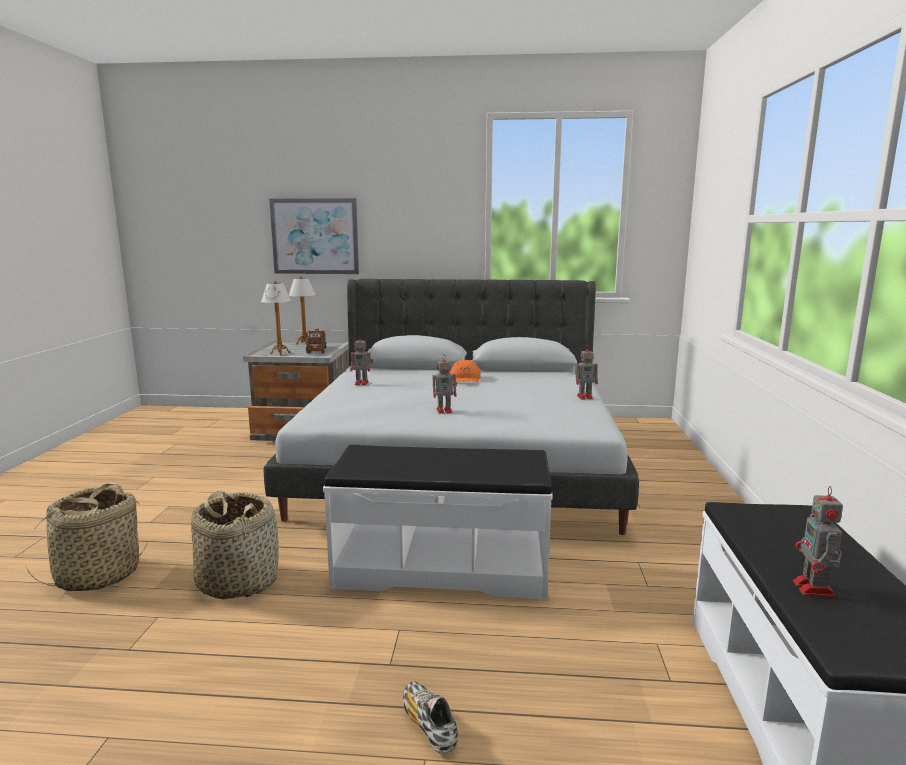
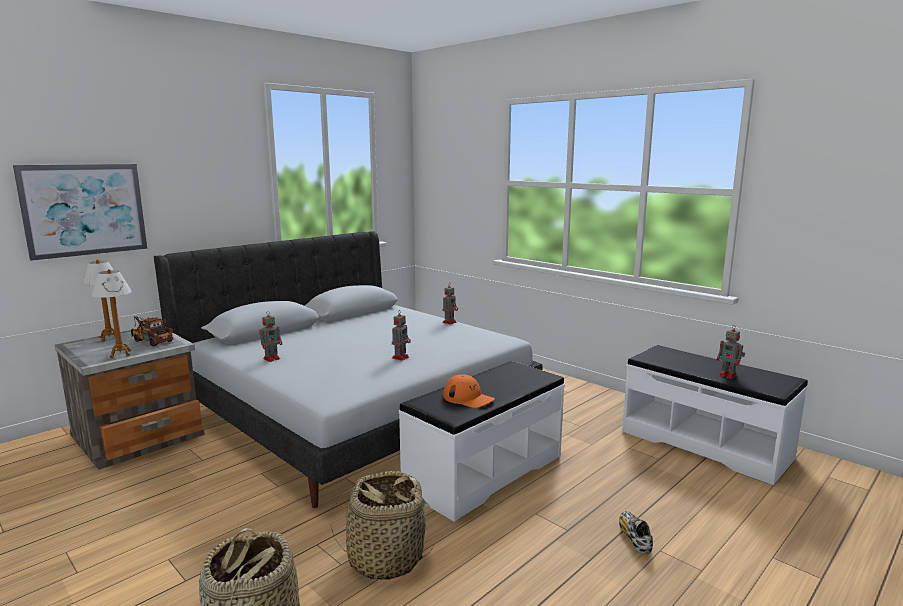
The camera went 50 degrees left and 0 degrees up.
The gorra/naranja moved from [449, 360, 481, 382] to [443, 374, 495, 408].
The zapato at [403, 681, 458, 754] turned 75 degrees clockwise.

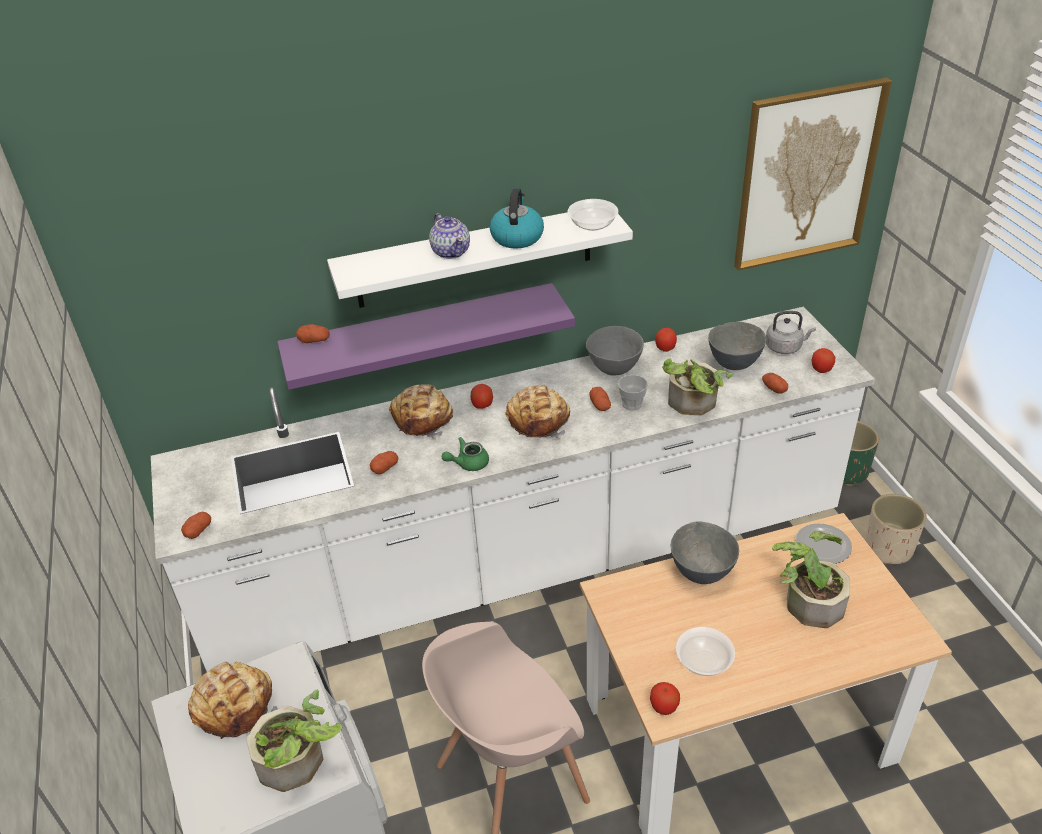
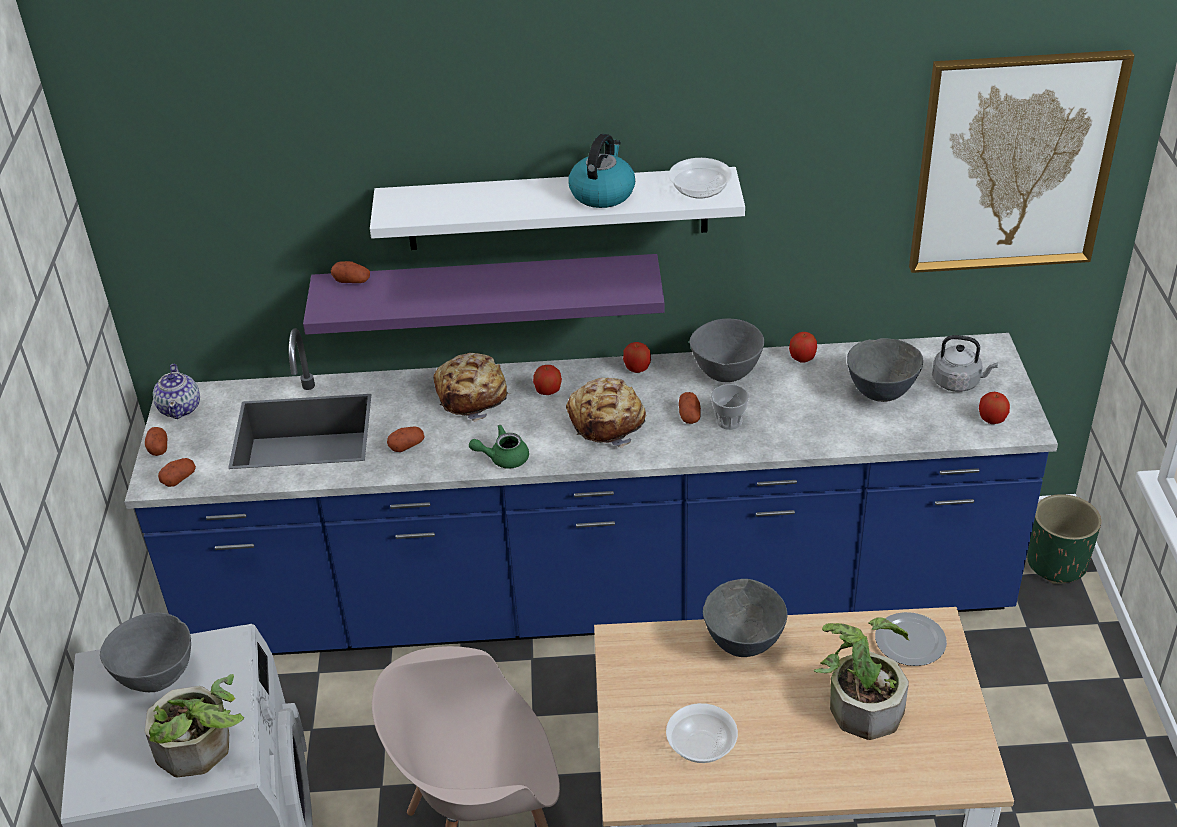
The camera went 15 degrees right and 0 degrees up.
The tetera moved from [429, 213, 470, 259] to [153, 364, 200, 419].
The mueble bajo de cocina/blanco at [151, 307, 875, 672] became the mueble bajo de cocina/azul at [125, 328, 1058, 655].
The planta en maceta at [662, 358, 734, 415] disappeared.
The patata moved from [762, 373, 788, 394] to [145, 427, 167, 456].
The maceta/beis at [865, 494, 927, 564] disappeared.
The pan at [188, 662, 278, 739] was replaced by the cuenco/gris at [100, 613, 191, 692].
The manzana moved from [650, 682, 680, 715] to [623, 342, 651, 373].

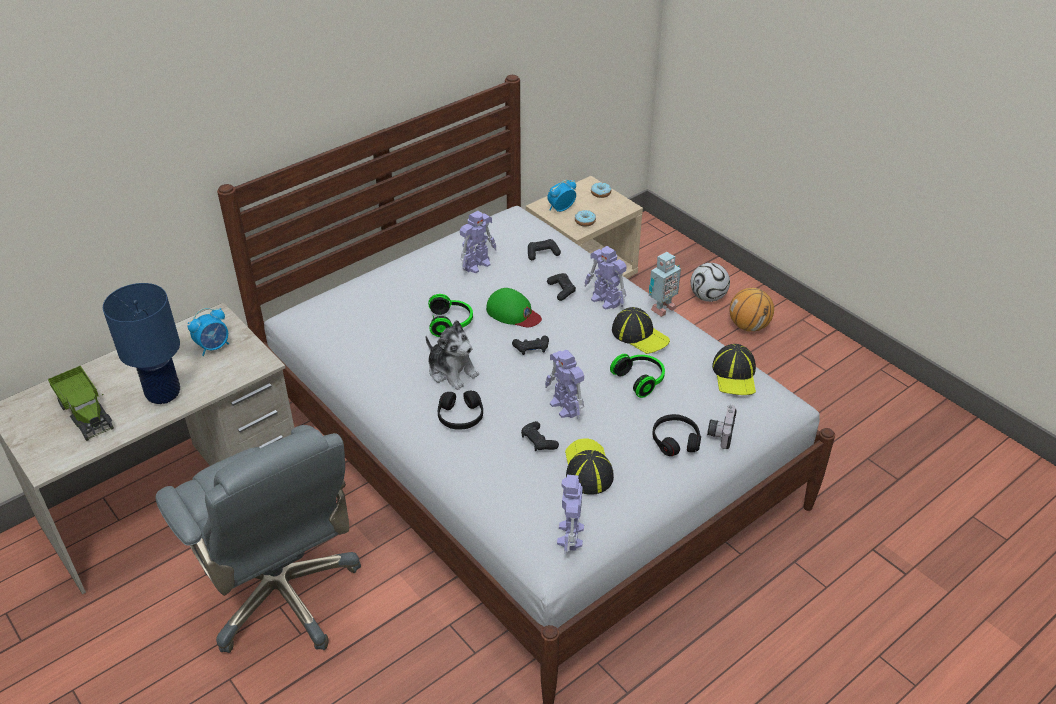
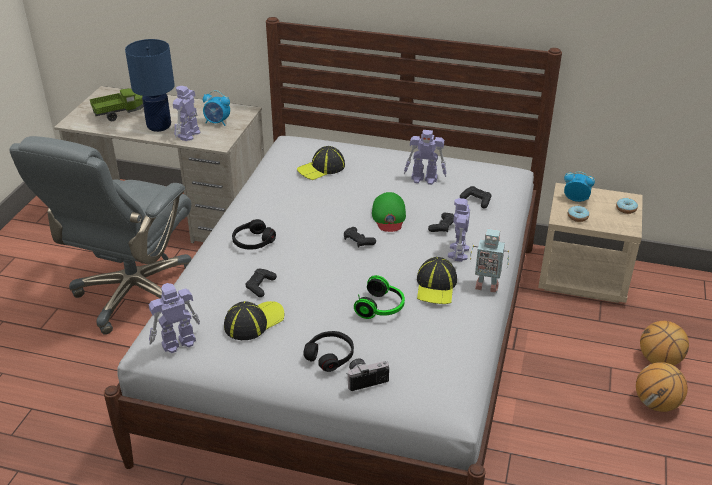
The camera went 55 degrees right and 5 degrees down.
The balón de fútbol at [690, 263, 730, 302] was replaced by the balón de baloncesto at [640, 321, 689, 366].
The auriculares at [428, 294, 473, 337] disappeared.
The peluche at [425, 320, 479, 390] disappeared.
The gorra moved from [712, 344, 756, 395] to [297, 146, 345, 180].
The robot de juguete moved from [545, 350, 584, 419] to [173, 86, 201, 141].
The camión de juguete at [48, 366, 114, 441] turned 135 degrees counterclockwise.

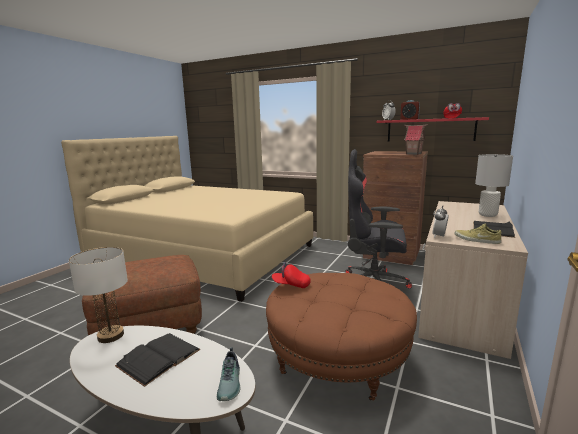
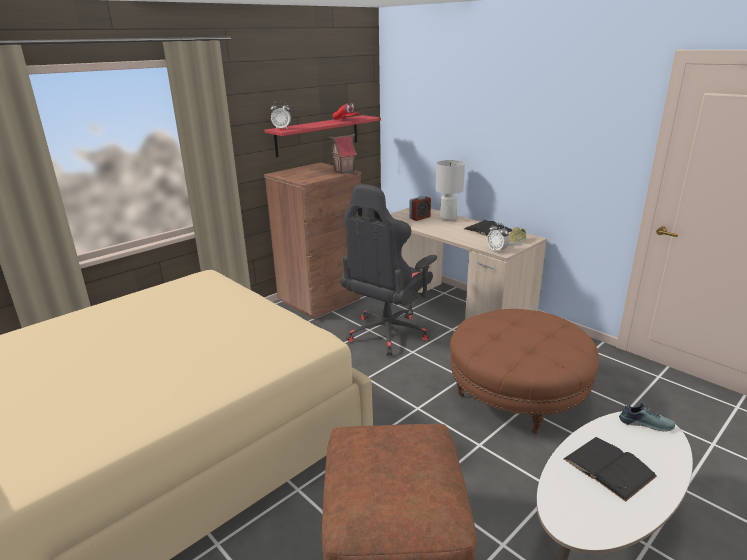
The camera went 70 degrees left and 10 degrees up.
The despertador moved from [400, 100, 420, 120] to [409, 196, 431, 221].
The lámpara de mesa at [69, 247, 128, 343] disappeared.
The gorra/rojo at [272, 262, 311, 288] disappeared.

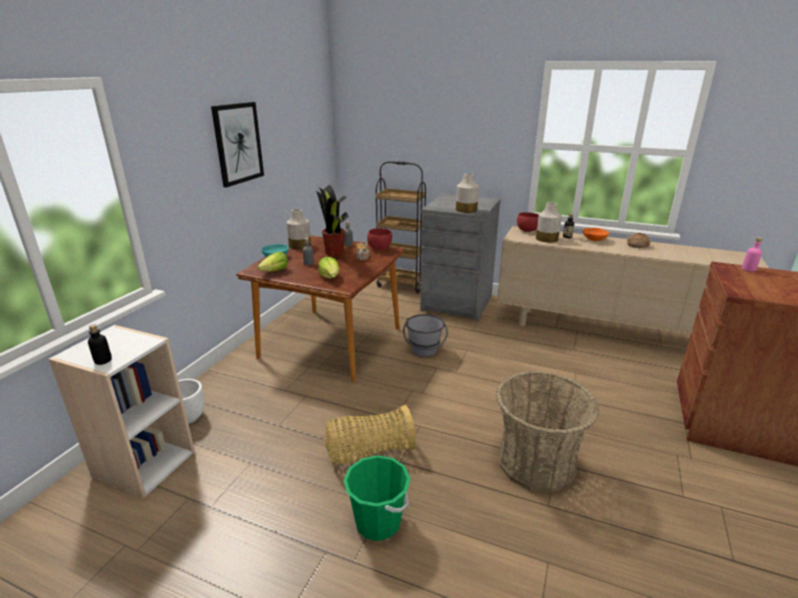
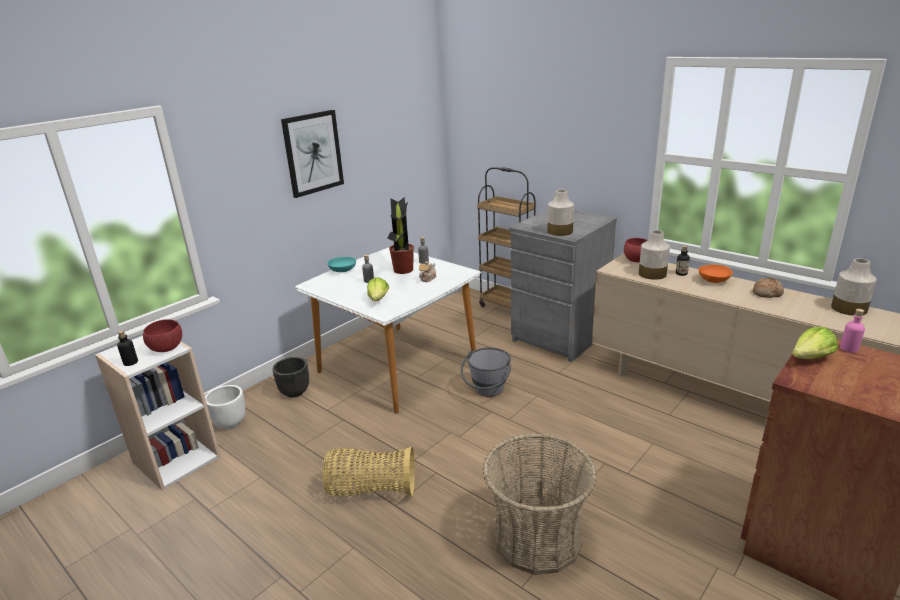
The camera went 20 degrees right and 0 degrees up.
The florero/beis moved from [286, 209, 311, 249] to [831, 258, 877, 316].
The cuenco/rojo moved from [367, 228, 392, 250] to [143, 319, 182, 352].
The mesa de comedor/marrón at [236, 235, 405, 382] became the mesa de comedor/blanco at [295, 247, 481, 413].
The lechuga moved from [257, 252, 288, 272] to [792, 327, 838, 359].
The cubo/verde at [343, 455, 410, 541] disappeared.
The maceta/negro at [272, 357, 309, 397] appeared.

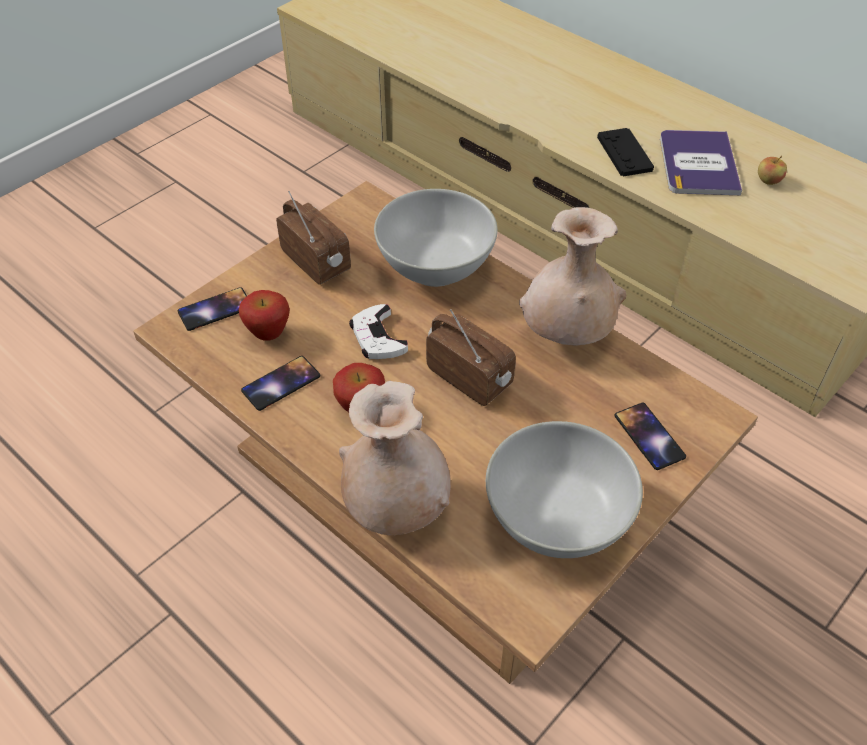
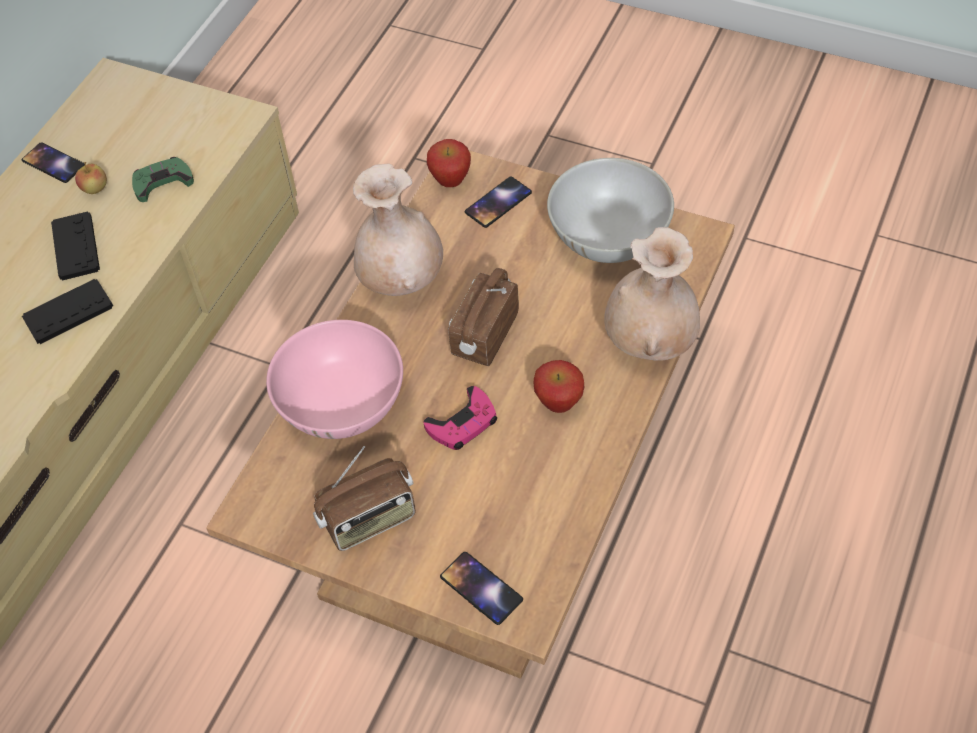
The camera went 105 degrees left and 5 degrees up.
The libro at [660, 130, 742, 196] was replaced by the mando de consola/negro at [51, 211, 100, 281].
The cuenco/blanco at [374, 189, 498, 287] became the cuenco/rosa at [266, 320, 403, 439].
The radio at [276, 191, 351, 285] turned 150 degrees counterclockwise.
The manzana moved from [239, 290, 290, 341] to [427, 139, 471, 187].
The mando de consola/blanco at [349, 304, 408, 359] became the mando de consola/rosa at [423, 386, 497, 450].
The móvil moved from [241, 356, 320, 411] to [22, 142, 85, 183].
The mando de consola/verde at [132, 157, 194, 202] appeared.

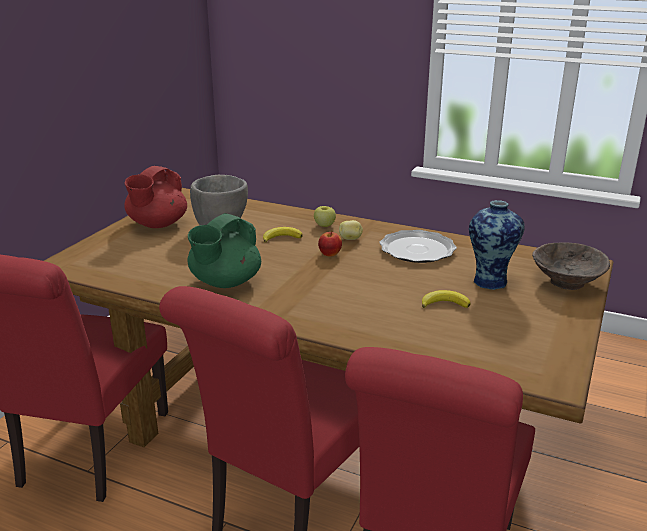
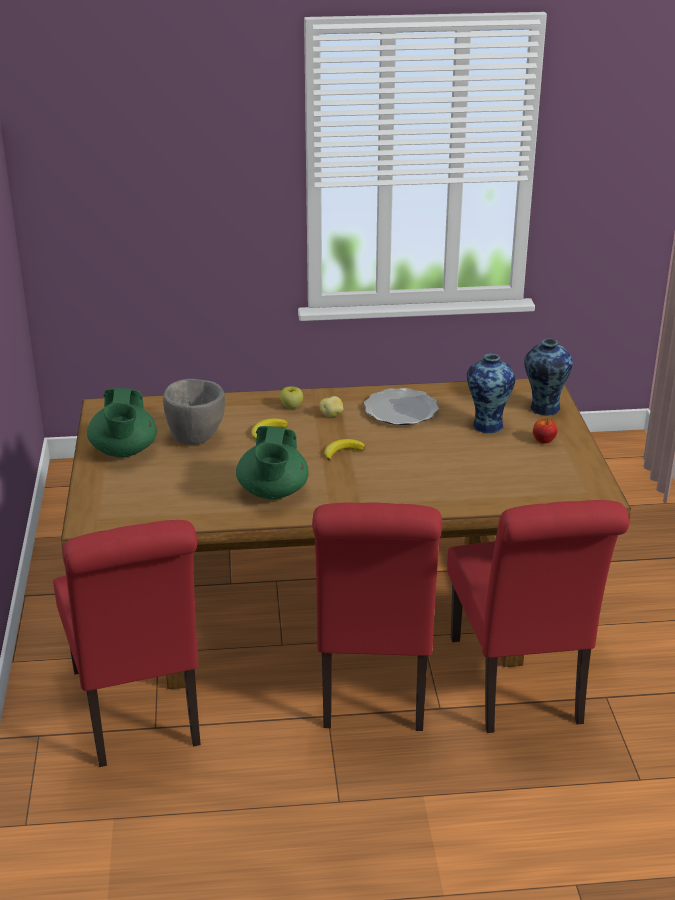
The camera went 30 degrees left and 5 degrees up.
The tetera/rojo at [124, 166, 187, 228] became the tetera/verde at [87, 388, 157, 457].
The manzana moved from [318, 231, 342, 257] to [533, 418, 558, 444].
The cuenco/marrón at [532, 242, 610, 290] was replaced by the florero at [524, 339, 573, 416].
The plátano moved from [422, 290, 470, 308] to [324, 439, 365, 461].

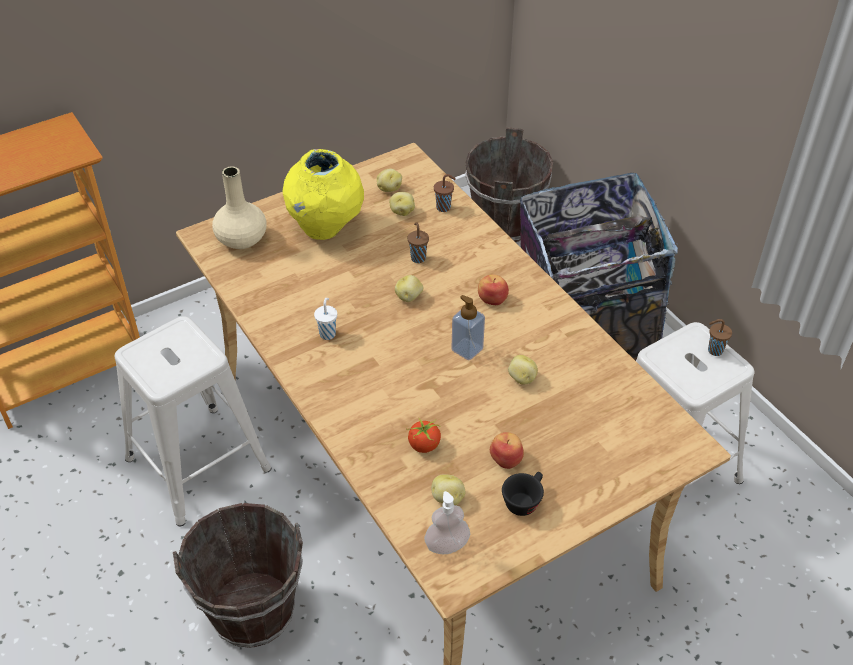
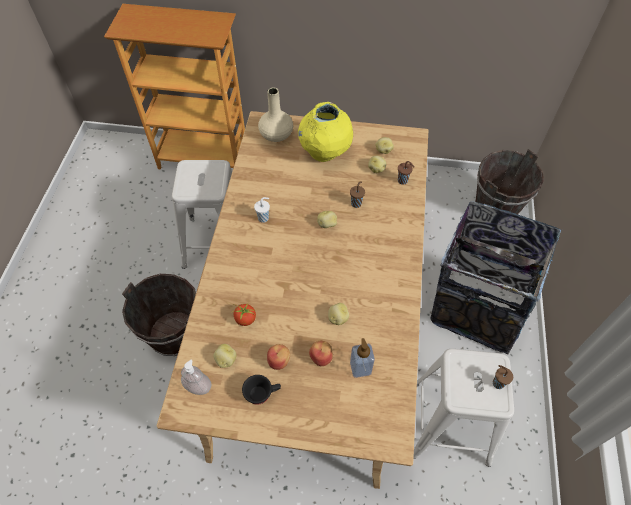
The camera went 40 degrees right and 10 degrees up.
The manzana moved from [478, 274, 509, 305] to [309, 341, 333, 366].
The dispensador de jabón moved from [452, 295, 485, 360] to [350, 338, 375, 378].

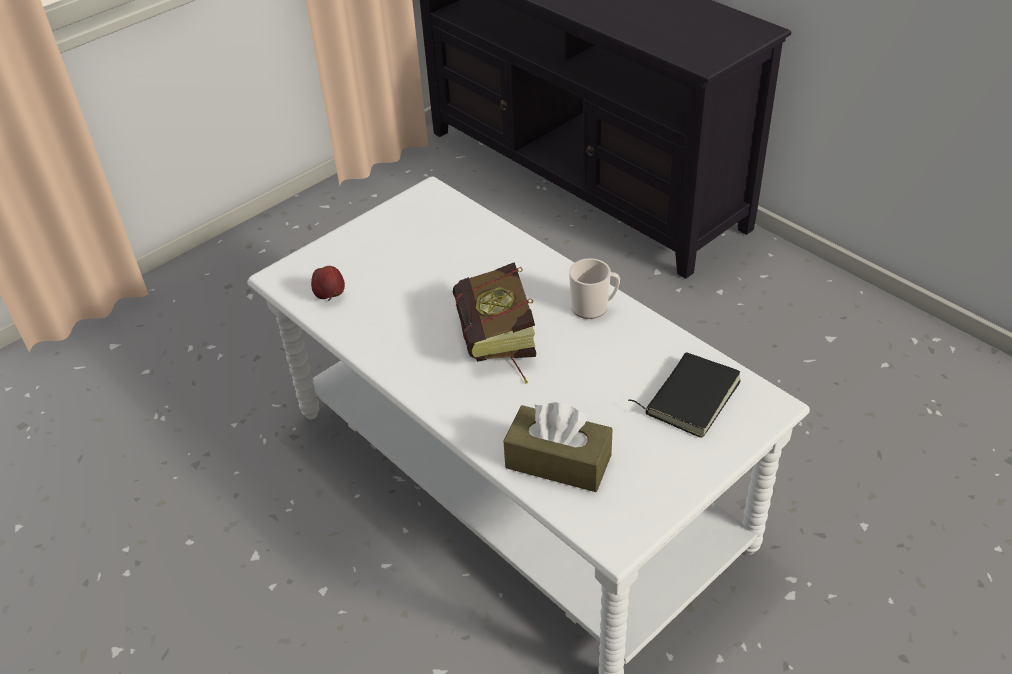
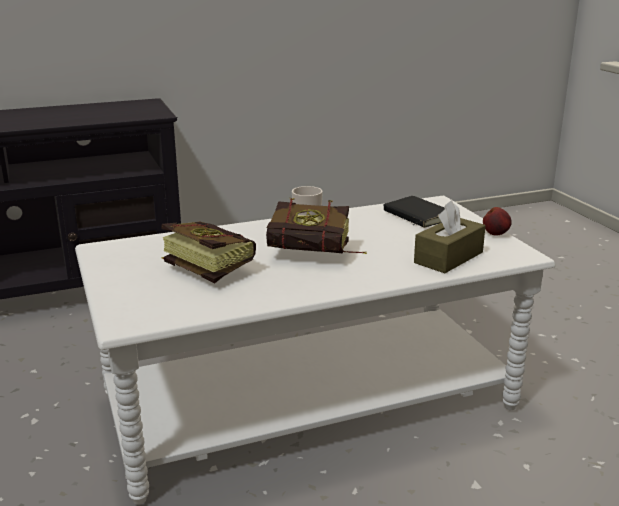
The camera went 70 degrees left and 20 degrees down.
The manzana moved from [311, 266, 345, 301] to [483, 207, 512, 236].
The libro at [161, 222, 256, 283] appeared.

